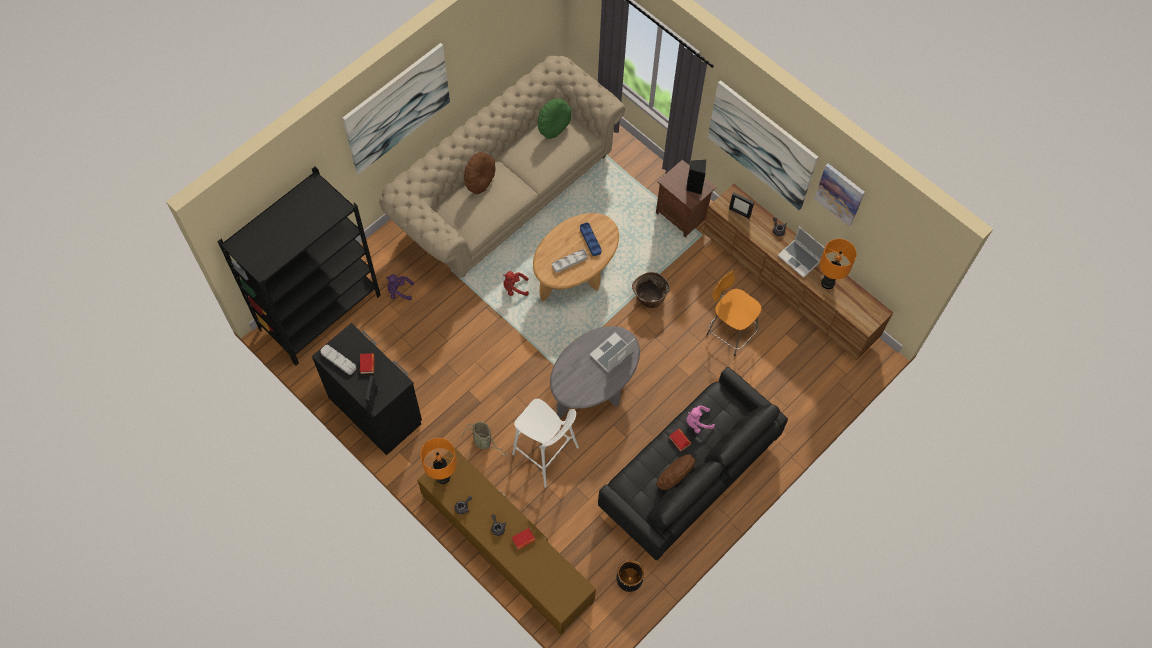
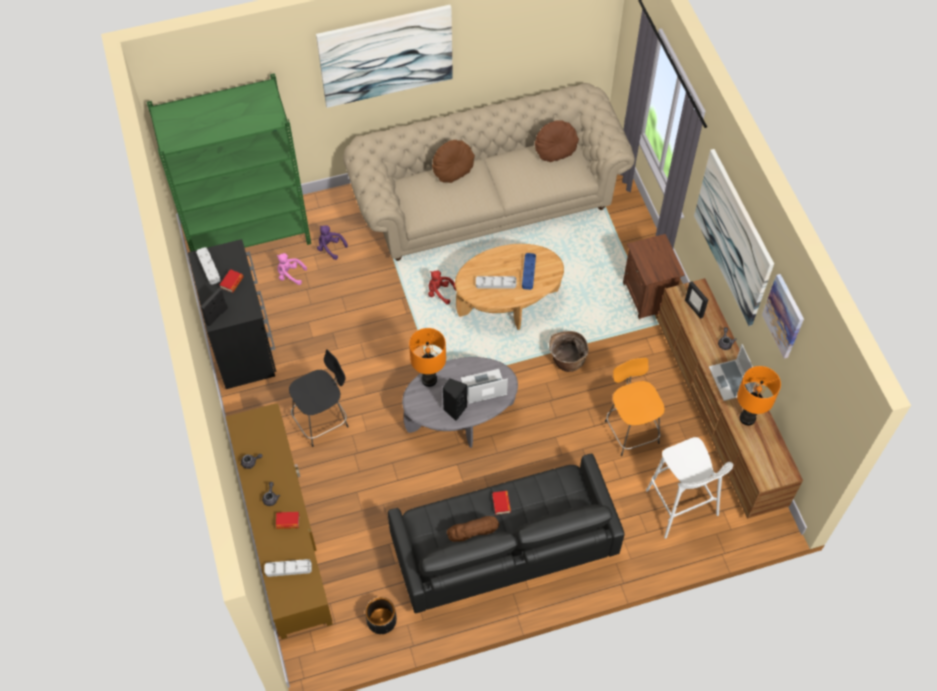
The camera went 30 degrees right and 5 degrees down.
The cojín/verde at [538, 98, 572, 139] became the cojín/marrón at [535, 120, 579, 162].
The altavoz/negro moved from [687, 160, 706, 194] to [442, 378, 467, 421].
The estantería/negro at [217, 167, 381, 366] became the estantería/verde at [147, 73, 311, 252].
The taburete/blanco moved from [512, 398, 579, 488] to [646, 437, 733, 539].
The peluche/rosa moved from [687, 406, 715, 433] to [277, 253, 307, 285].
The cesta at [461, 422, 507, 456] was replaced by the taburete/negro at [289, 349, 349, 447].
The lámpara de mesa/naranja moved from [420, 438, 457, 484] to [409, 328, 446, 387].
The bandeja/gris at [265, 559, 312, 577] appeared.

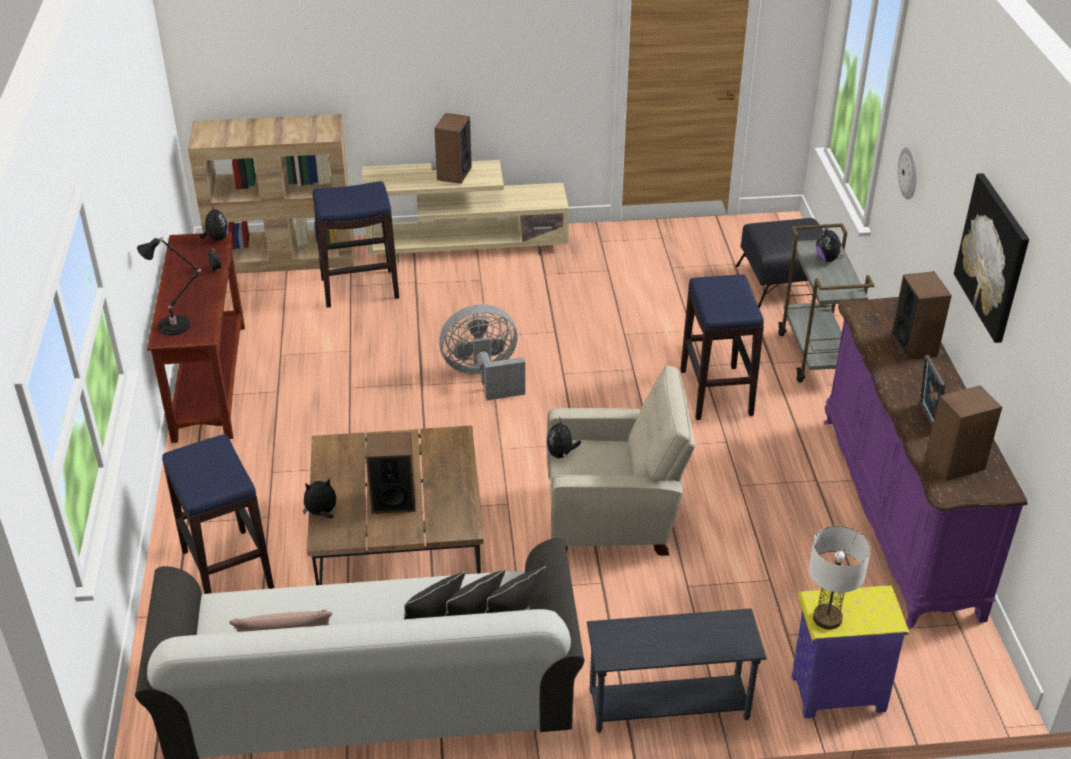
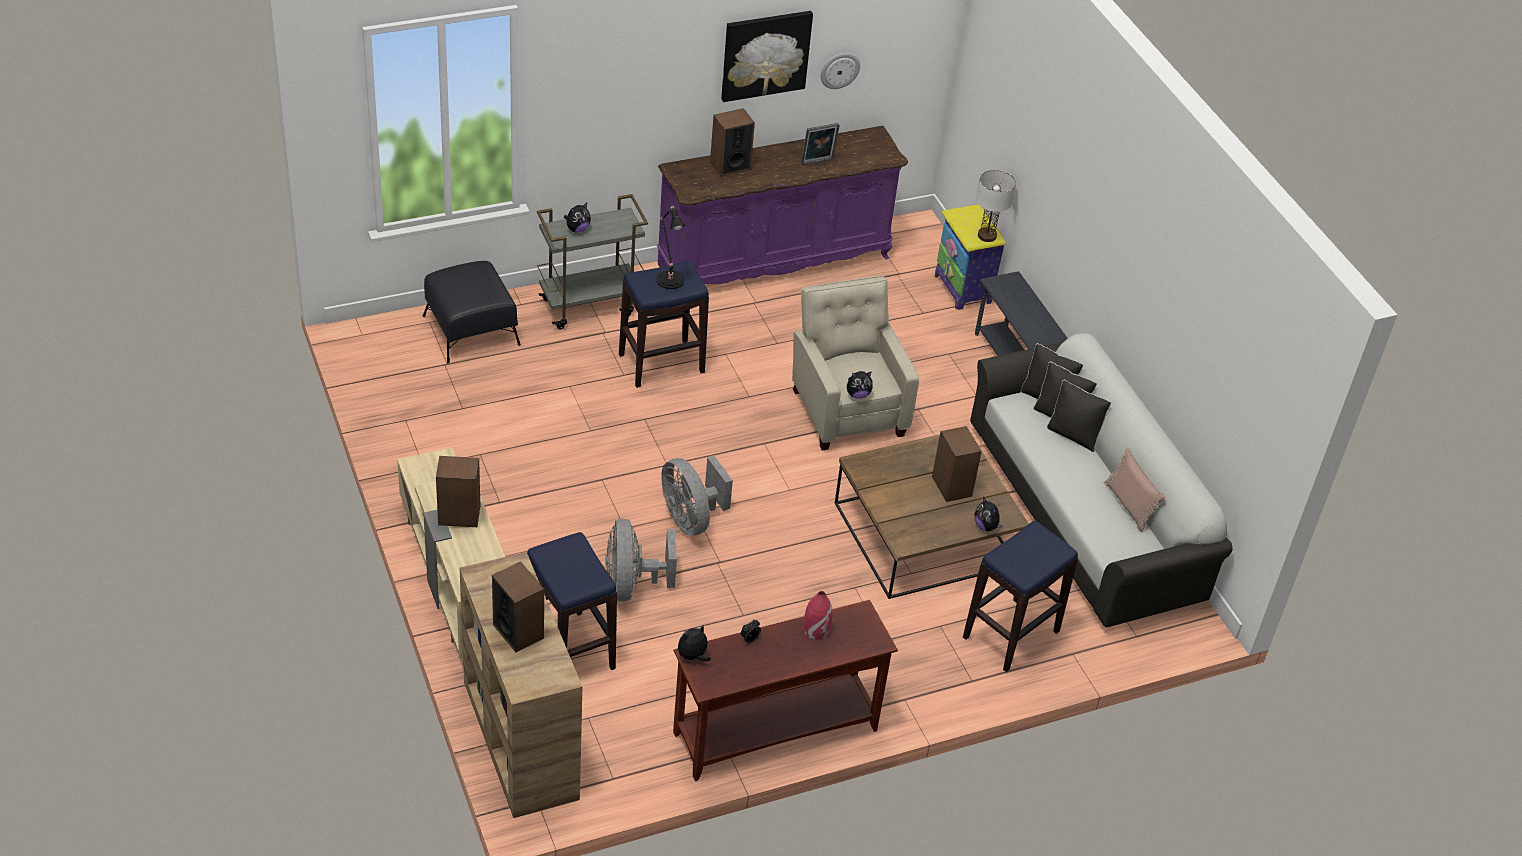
The camera went 110 degrees left and 5 degrees up.
The reloj de pared moved from [898, 147, 917, 199] to [820, 53, 860, 89].
The lámpara de mesa/negro moved from [137, 236, 201, 335] to [657, 205, 685, 289].
The altavoz moved from [925, 385, 1002, 481] to [492, 561, 544, 652].
The ventilador/gris at [605, 519, 677, 602] appeared.
The florero/rojo at [803, 591, 833, 640] appeared.

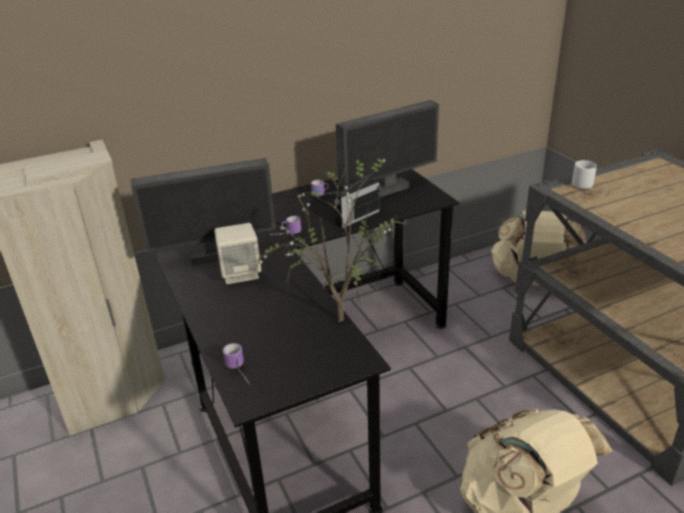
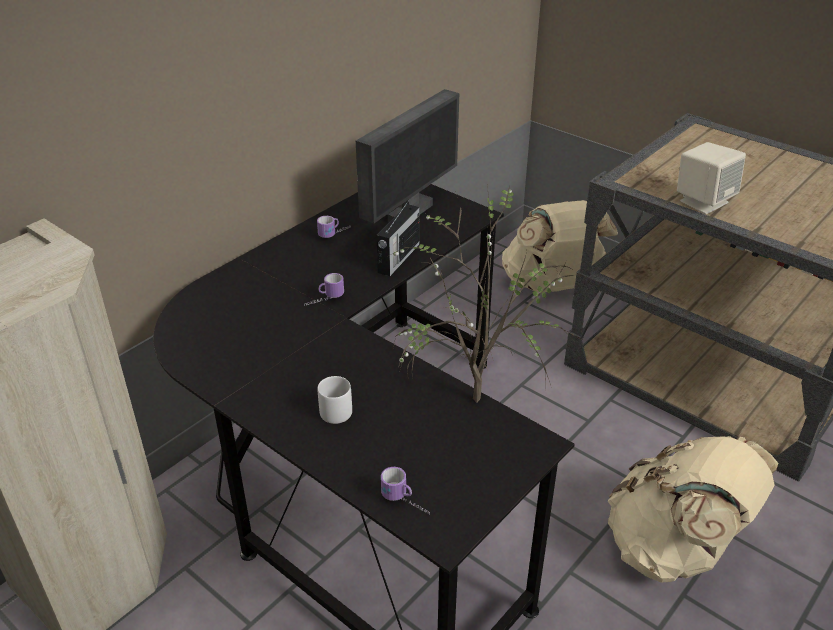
The camera went 25 degrees left and 5 degrees up.
The monitor at [131, 158, 276, 266] disappeared.
The taza grande/gris moved from [572, 160, 597, 189] to [317, 376, 352, 424].
The altavoz/beis moved from [214, 223, 261, 284] to [677, 142, 746, 214].

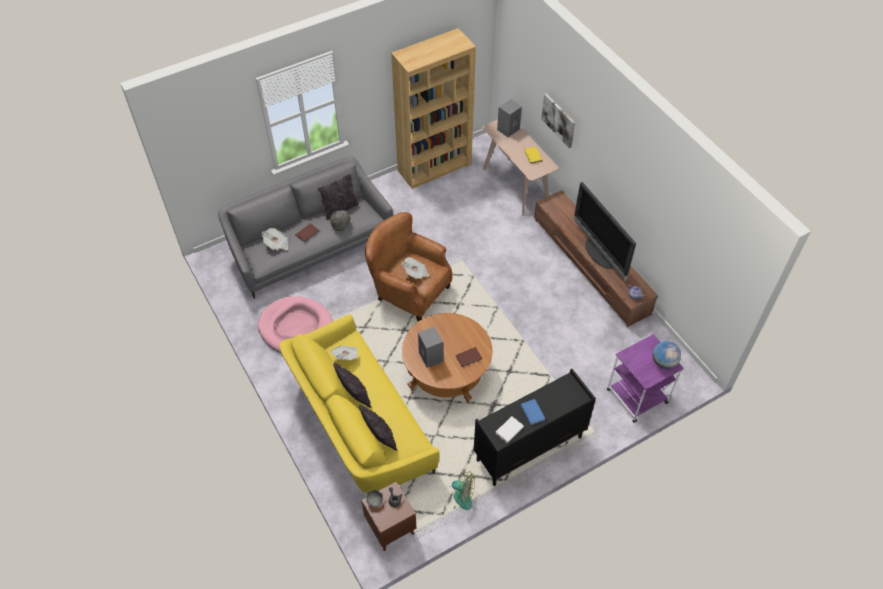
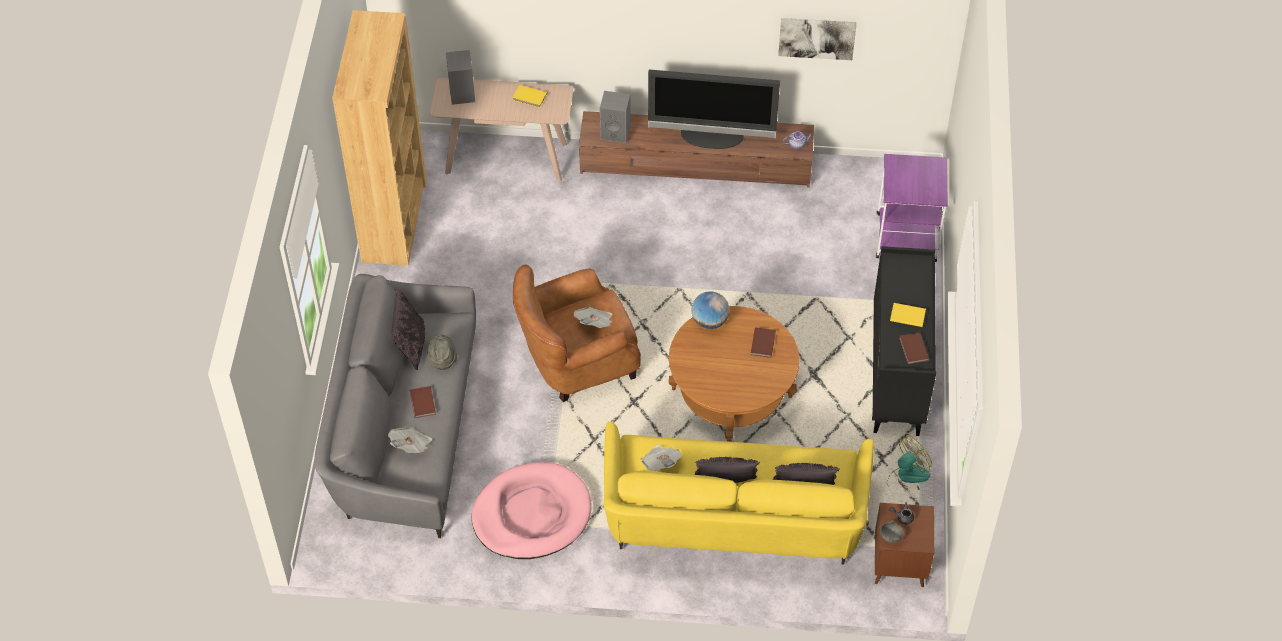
The camera went 55 degrees left and 0 degrees up.
The cuadro moved from [541, 93, 575, 148] to [778, 18, 856, 60].
The altavoz/gris moved from [418, 326, 443, 368] to [600, 91, 631, 143].
The globo terráqueo moved from [652, 341, 681, 369] to [691, 291, 729, 329].
The libro/azul at [520, 399, 545, 425] became the libro/amarillo at [890, 303, 926, 327].
The libro/blanco at [496, 416, 524, 443] became the libro/marrón at [899, 333, 929, 364].

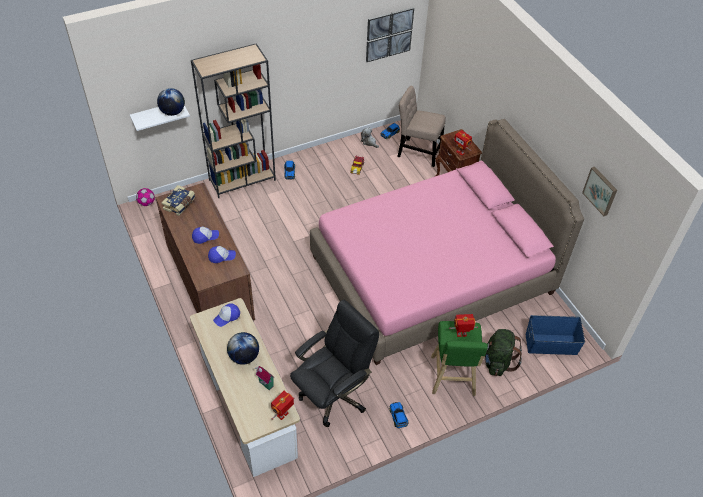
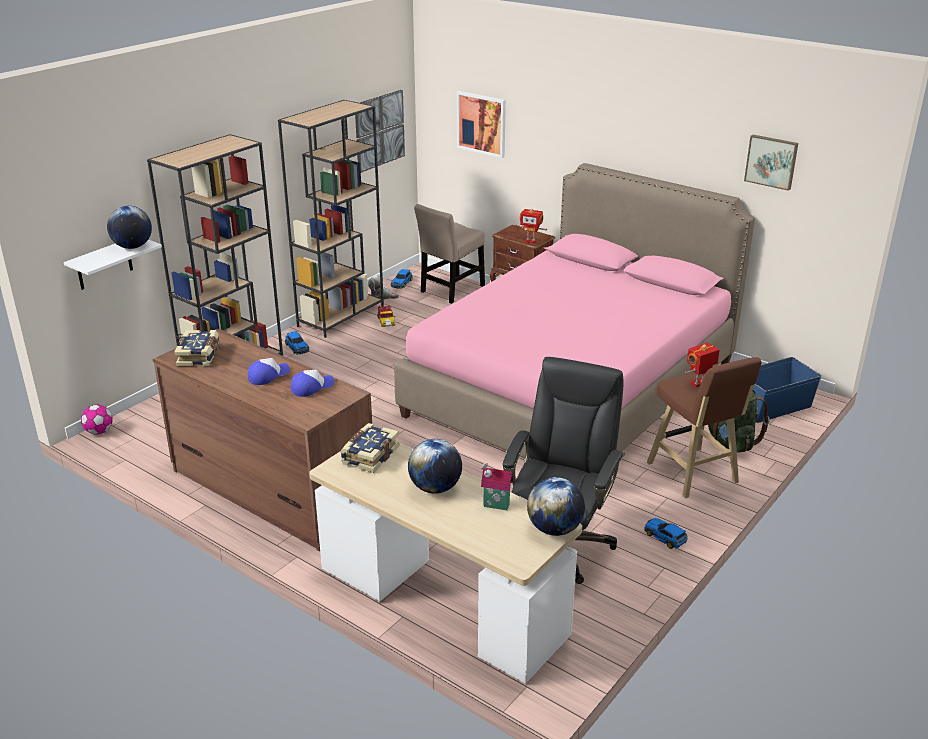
The camera went 25 degrees left and 20 degrees down.
The silla/beis at [397, 86, 446, 167] turned 45 degrees counterclockwise.
The gorra at [213, 303, 240, 327] was replaced by the libro at [340, 423, 400, 473].
The taburete/verde at [431, 321, 488, 396] became the taburete/marrón at [647, 357, 761, 498].
The robot de juguete at [271, 391, 294, 420] was replaced by the globo terráqueo at [527, 477, 585, 536].
The cuadro at [457, 91, 506, 158] appeared.
The estantería at [278, 100, 384, 338] appeared.

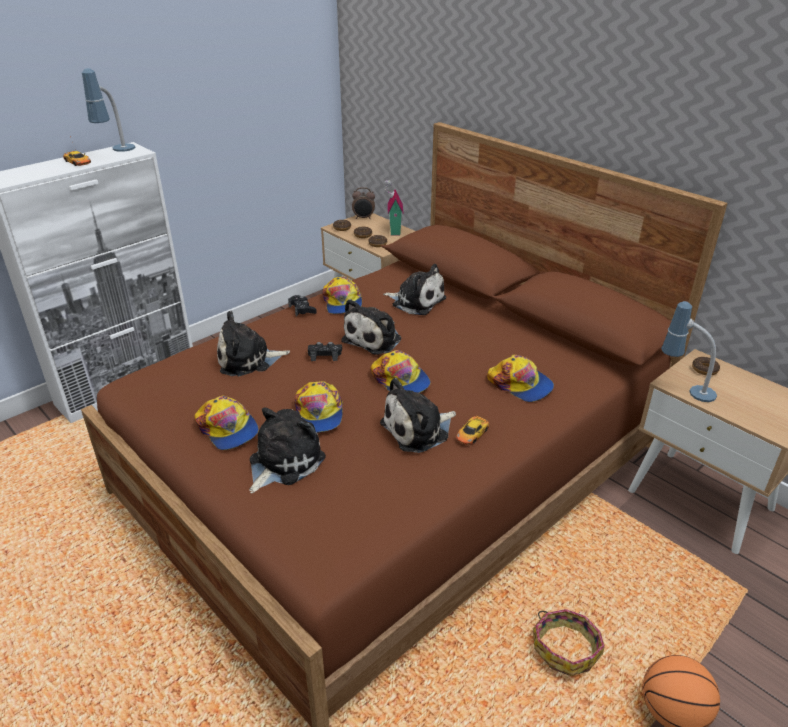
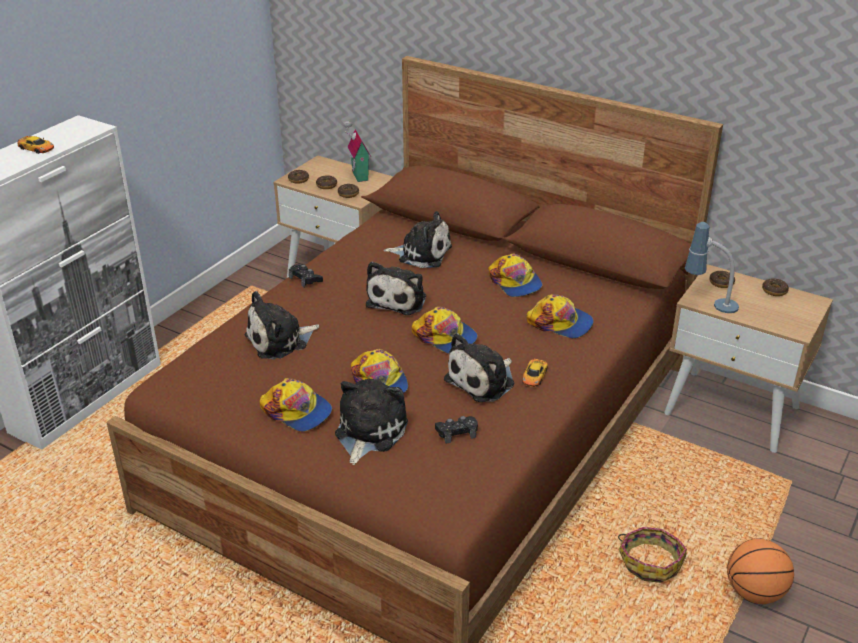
The camera went 15 degrees left and 0 degrees up.
The lámpara de mesa at [82, 68, 135, 152] disappeared.
The despertador at [352, 187, 375, 219] disappeared.
The gorra moved from [323, 277, 362, 314] to [488, 254, 542, 297].
The mando de consola/negro moved from [308, 342, 342, 361] to [435, 416, 478, 444].
The rosquilla at [762, 278, 789, 296] appeared.

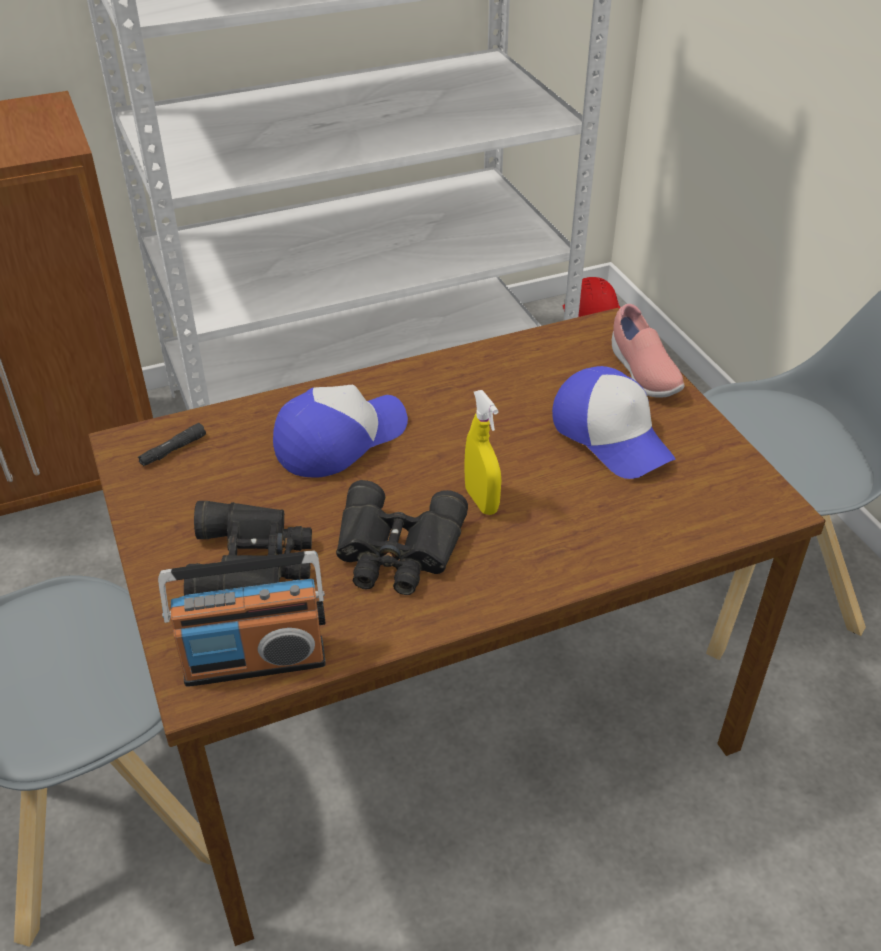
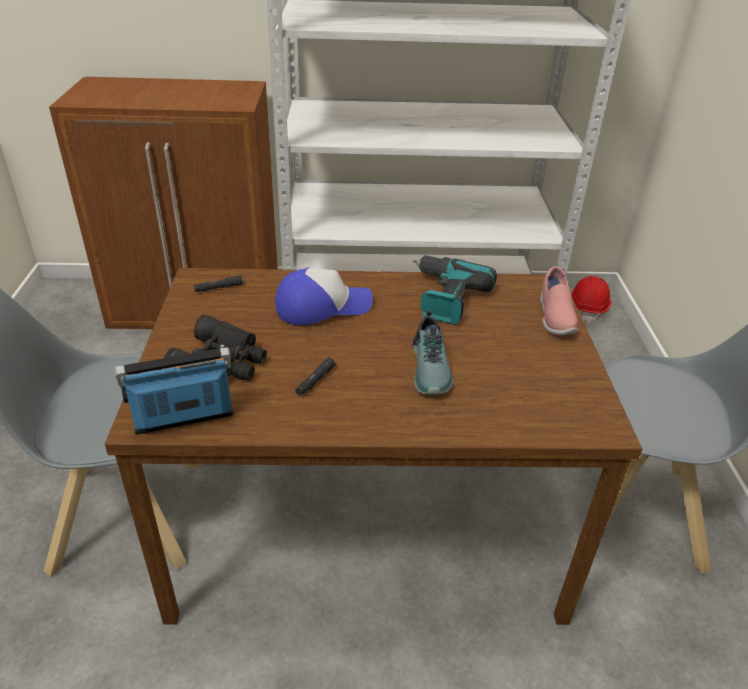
The camera went 20 degrees right and 5 degrees down.
The gorra at [552, 366, 675, 479] disappeared.
The pulverizador/amarillo at [465, 390, 501, 515] disappeared.
The prismáticos/negro at [336, 480, 468, 595] was replaced by the linterna/negro at [295, 358, 335, 396].
The radio at [158, 550, 326, 687] turned 150 degrees clockwise.
The taladro at [413, 255, 497, 325] appeared.
The zapato at [412, 310, 454, 395] appeared.

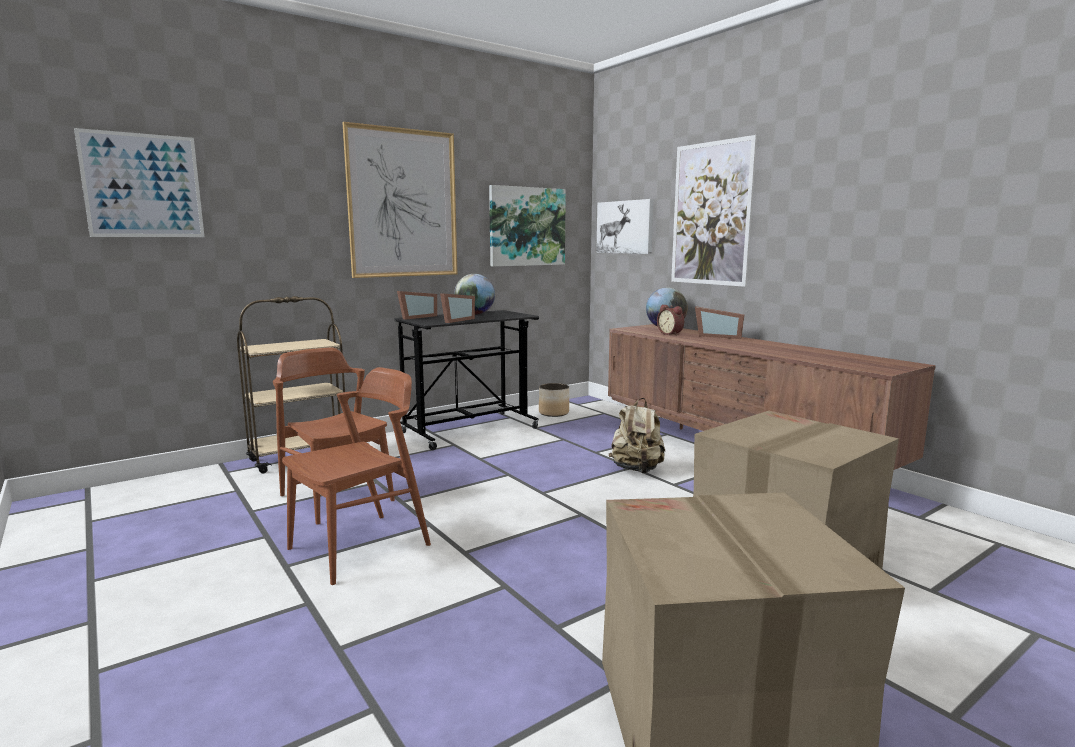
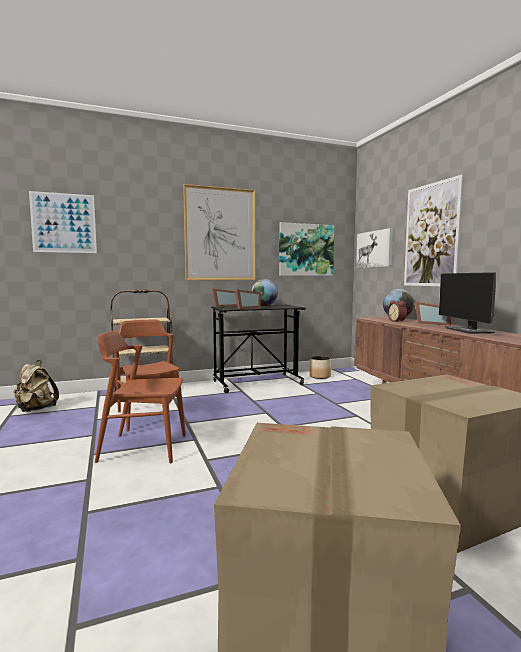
The camera went 15 degrees right and 5 degrees down.
The silla/marrón at [282, 367, 431, 585] turned 150 degrees counterclockwise.
The mochila/beis moved from [609, 398, 665, 473] to [13, 360, 59, 412].
The monitor at [439, 272, 496, 334] appeared.

